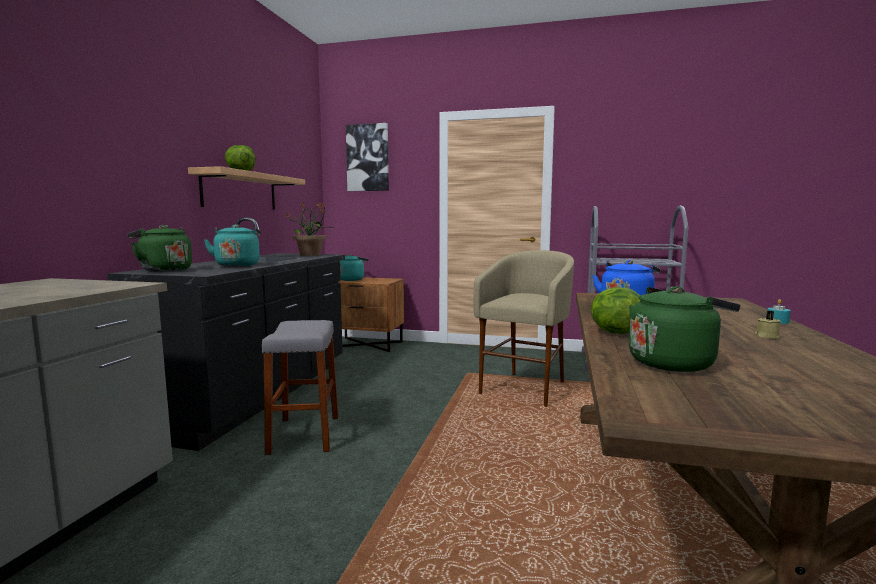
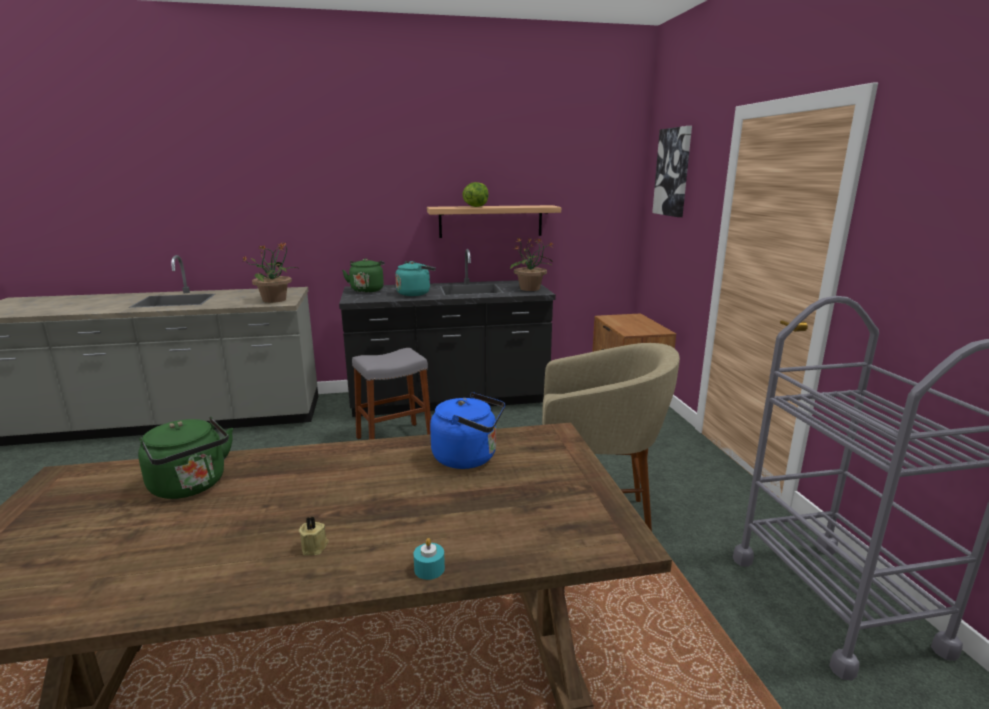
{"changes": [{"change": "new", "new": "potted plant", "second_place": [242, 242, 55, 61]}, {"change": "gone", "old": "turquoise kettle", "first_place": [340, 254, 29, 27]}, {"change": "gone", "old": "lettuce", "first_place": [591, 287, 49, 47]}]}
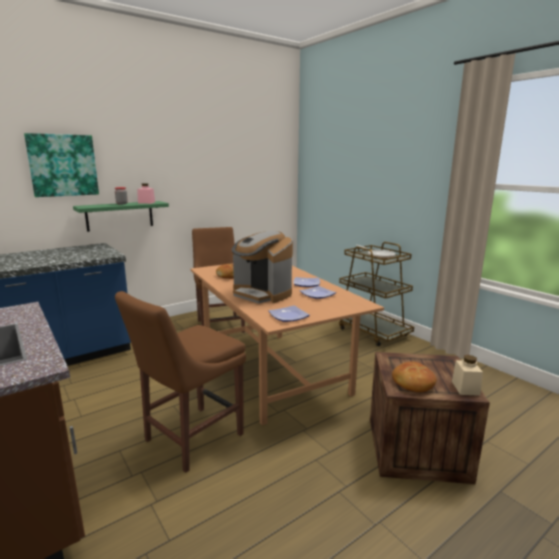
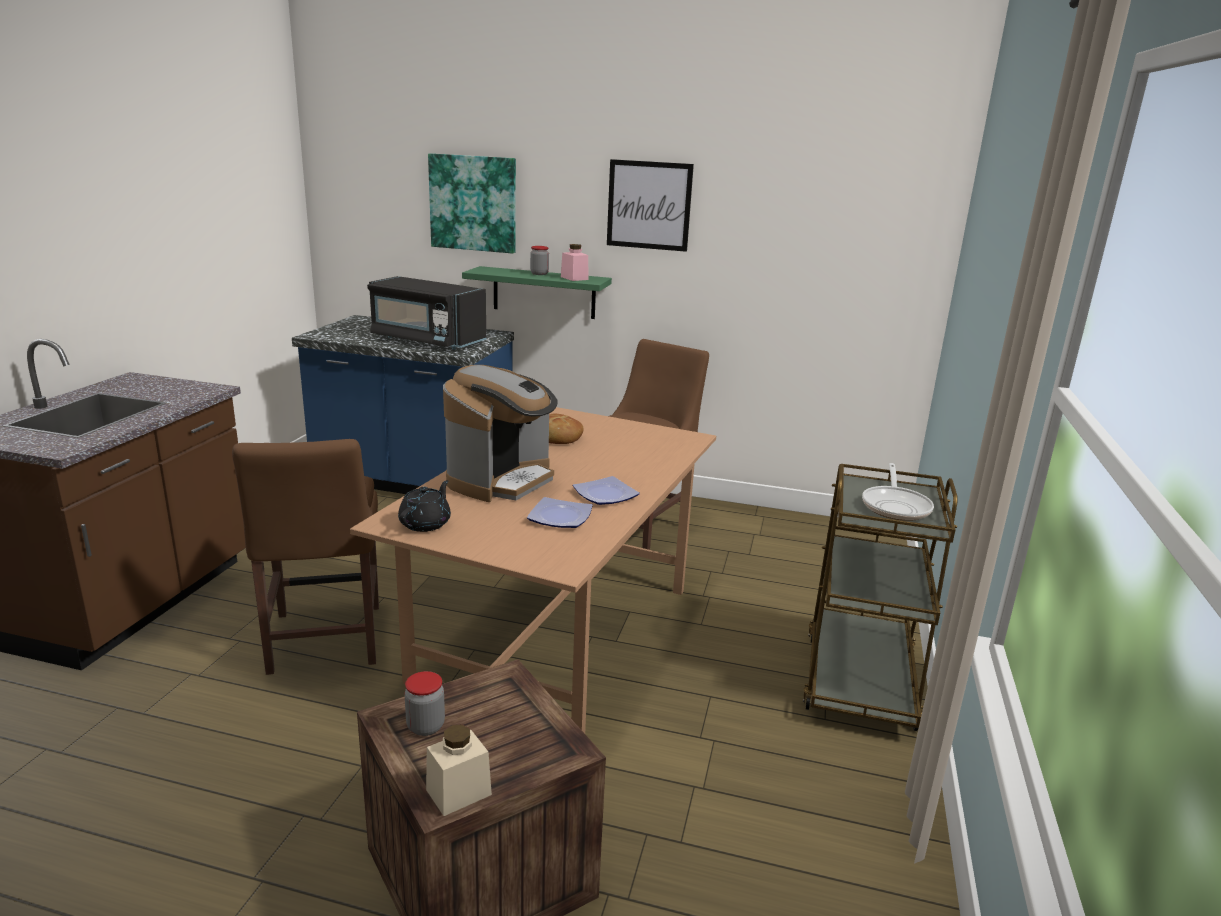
{"changes": [{"change": "rotated", "old": "brown chair", "first_place": [115, 291, 131, 182], "second_place": [232, 439, 147, 236], "degrees": -105}, {"change": "new", "new": "black microwave", "second_place": [367, 276, 119, 74]}, {"change": "swapped", "old": "plate", "new": "black teapot", "first_place": [269, 305, 41, 17], "second_place": [398, 480, 53, 52]}, {"change": "swapped", "old": "bread", "new": "jar", "first_place": [392, 362, 45, 30], "second_place": [405, 671, 40, 65]}, {"change": "rotated", "old": "coffee machine", "first_place": [231, 231, 62, 72], "second_place": [443, 365, 115, 137], "degrees": -150}, {"change": "new", "new": "picture", "second_place": [607, 159, 87, 93]}]}
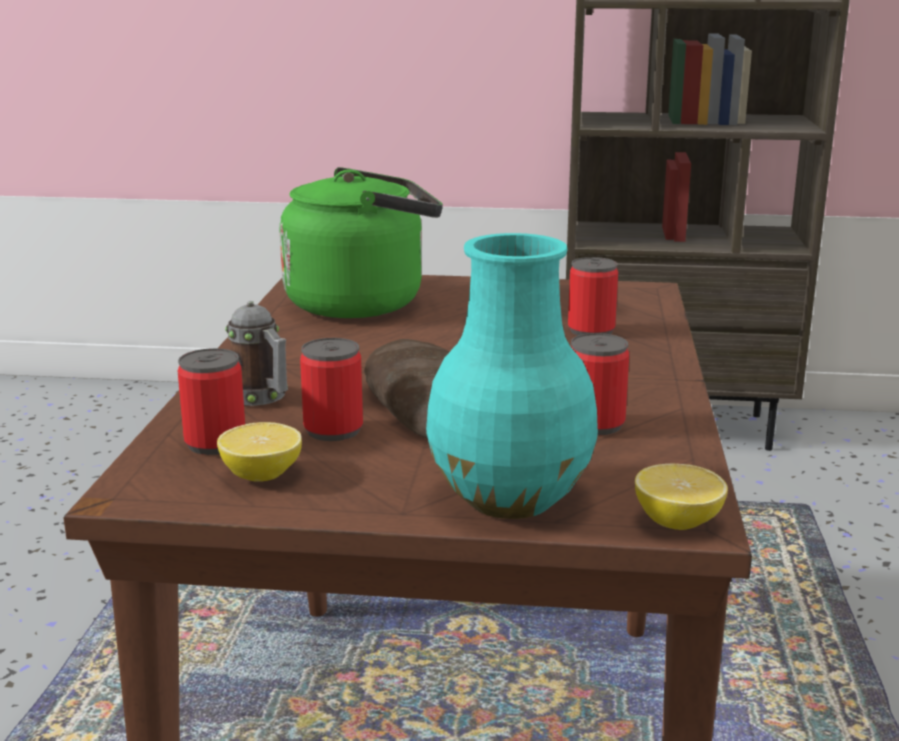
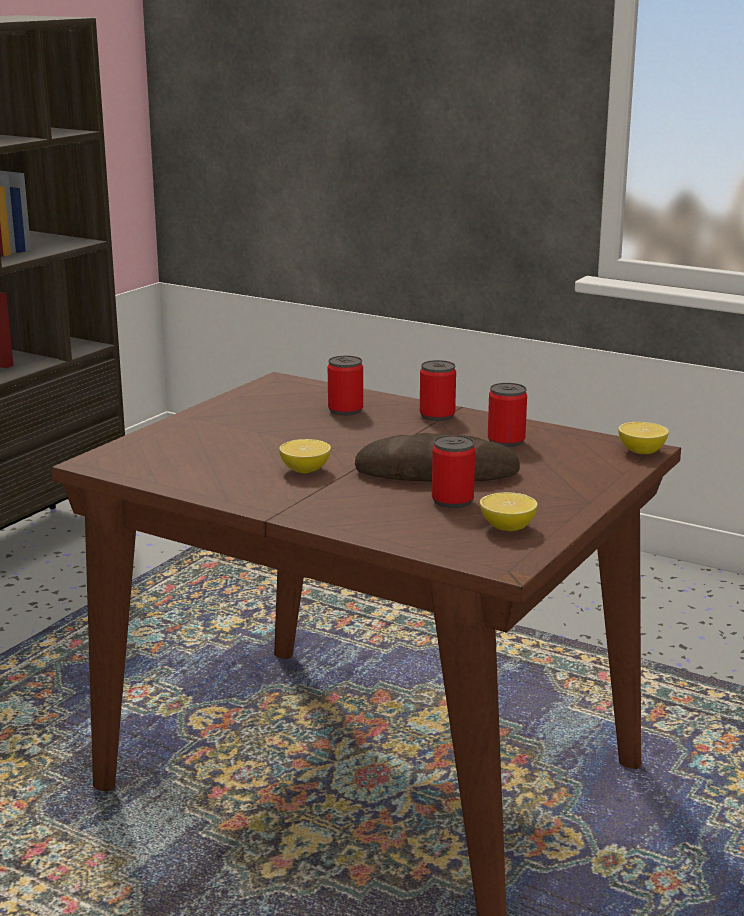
{"changes": [{"change": "new", "new": "lemon", "second_place": [279, 439, 52, 34]}, {"change": "shifted", "old": "can", "first_place": [177, 348, 68, 107], "second_place": [420, 360, 36, 61]}, {"change": "gone", "old": "mug", "first_place": [225, 301, 63, 105]}, {"change": "gone", "old": "green kettle", "first_place": [279, 167, 164, 151]}, {"change": "gone", "old": "turquoise vase", "first_place": [426, 233, 172, 286]}]}
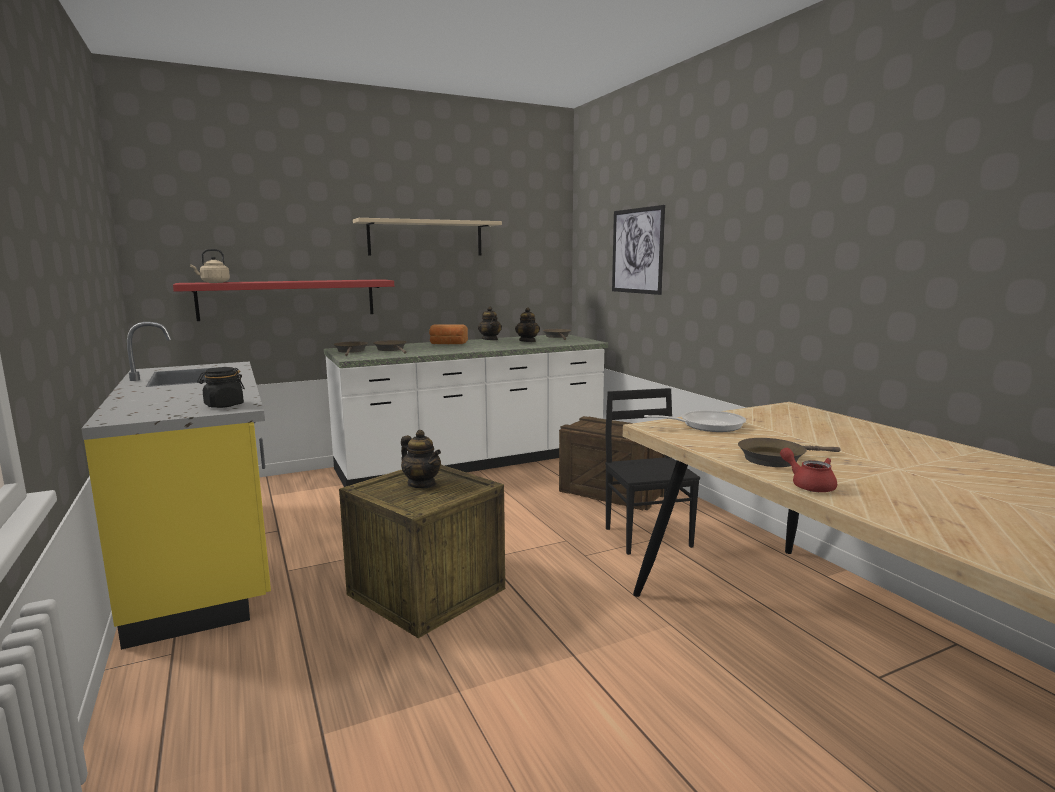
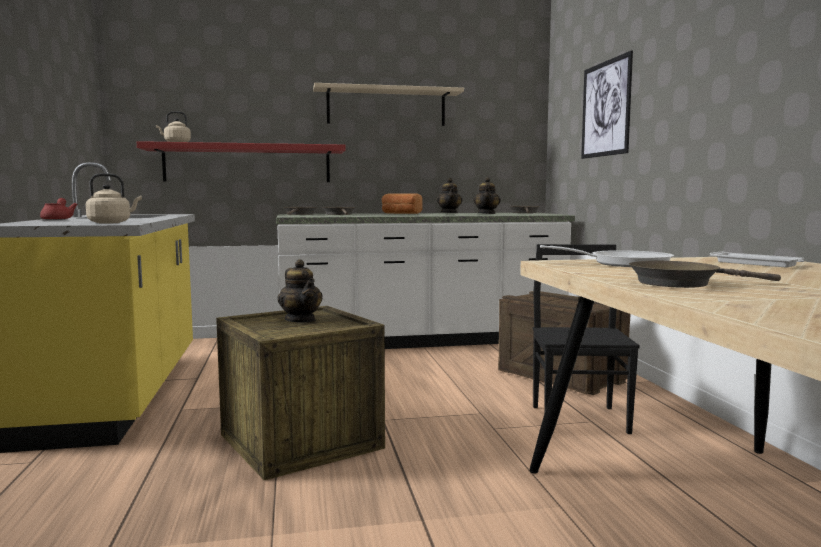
{"changes": [{"change": "shifted", "old": "red teapot", "first_place": [780, 448, 57, 44], "second_place": [40, 198, 38, 22]}, {"change": "swapped", "old": "black jar", "new": "beige kettle", "first_place": [197, 367, 48, 41], "second_place": [86, 173, 56, 51]}, {"change": "new", "new": "white tray", "second_place": [710, 251, 94, 16]}]}
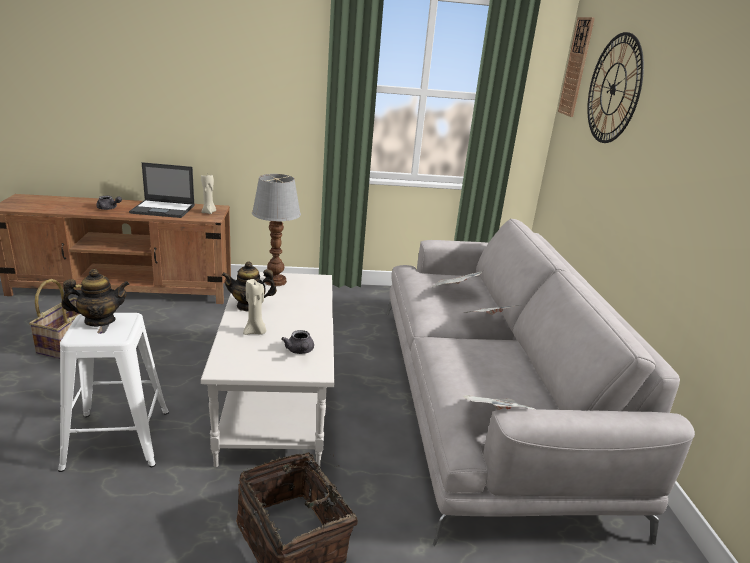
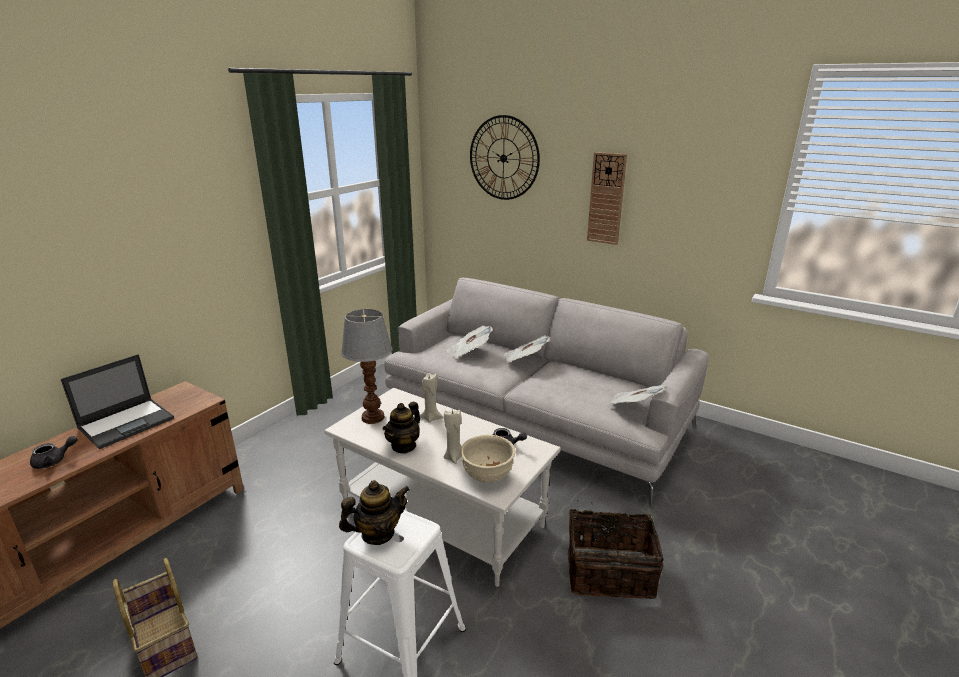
{"changes": [{"change": "rotated", "old": "teapot", "first_place": [61, 269, 69, 58], "second_place": [339, 480, 71, 65], "degrees": 45}, {"change": "shifted", "old": "beige candle", "first_place": [201, 175, 15, 39], "second_place": [419, 373, 24, 50]}, {"change": "new", "new": "beige bowl", "second_place": [461, 435, 54, 48]}, {"change": "shifted", "old": "wall clock", "first_place": [558, 17, 37, 100], "second_place": [587, 152, 40, 93]}]}
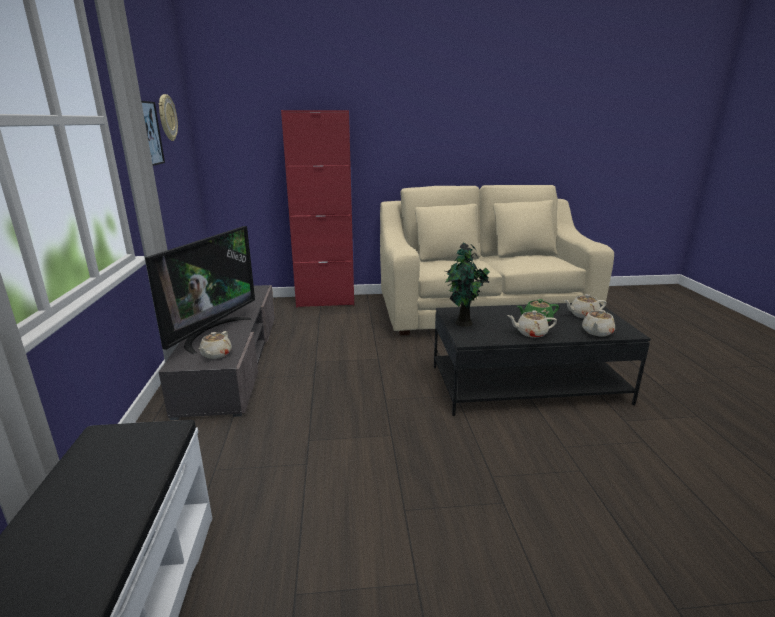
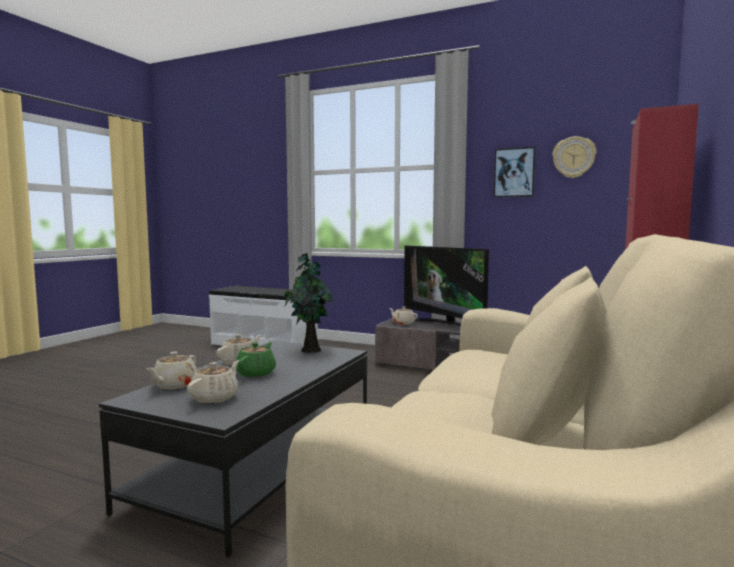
{"changes": [{"change": "rotated", "old": "beige teapot", "first_place": [582, 309, 33, 28], "second_place": [147, 352, 50, 37], "degrees": -135}]}
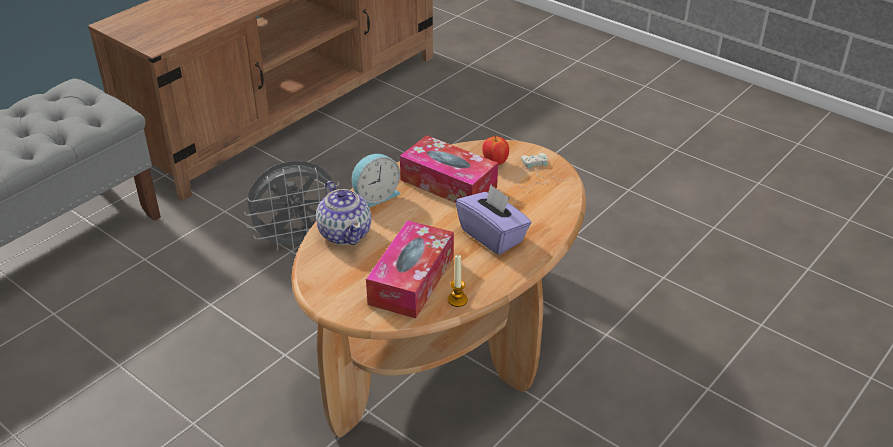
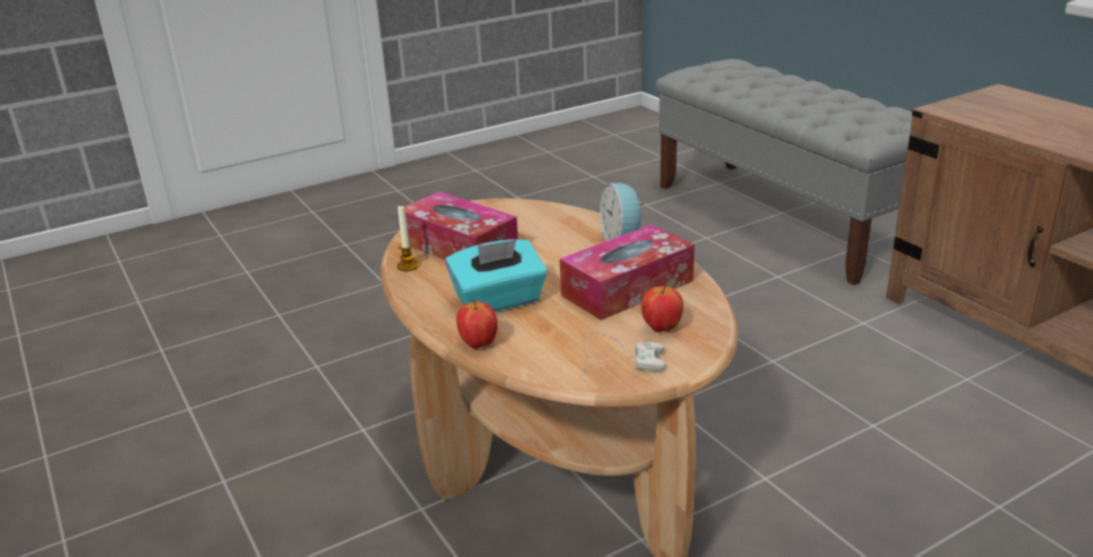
{"changes": [{"change": "repainted", "old": "purple tissue box", "new": "turquoise tissue box", "first_place": [456, 184, 75, 71], "second_place": [445, 239, 102, 73]}, {"change": "new", "new": "apple", "second_place": [456, 299, 42, 50]}, {"change": "gone", "old": "grey fan", "first_place": [244, 161, 95, 91]}, {"change": "gone", "old": "teapot", "first_place": [316, 181, 56, 64]}]}
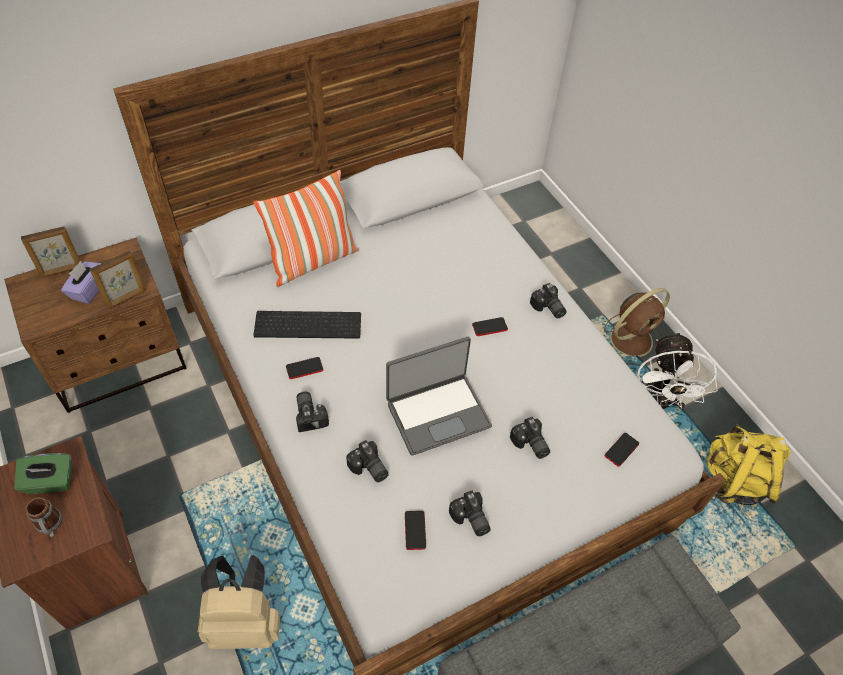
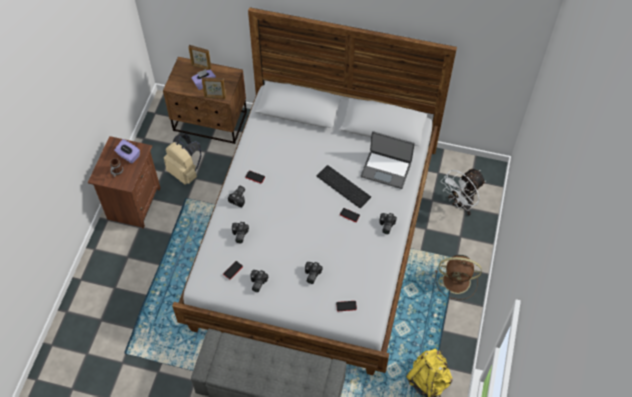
{"changes": [{"change": "repainted", "old": "green tissue box", "new": "purple tissue box", "first_place": [14, 453, 59, 41], "second_place": [114, 139, 26, 24]}, {"change": "shifted", "old": "beige backpack", "first_place": [197, 555, 83, 94], "second_place": [164, 133, 37, 52]}, {"change": "shifted", "old": "keyboard", "first_place": [253, 311, 108, 28], "second_place": [317, 165, 54, 43]}, {"change": "shifted", "old": "laptop", "first_place": [386, 337, 106, 119], "second_place": [361, 131, 54, 58]}, {"change": "shifted", "old": "white fan", "first_place": [637, 331, 81, 78], "second_place": [441, 169, 45, 47]}, {"change": "gone", "old": "pillow", "first_place": [253, 170, 106, 117]}]}
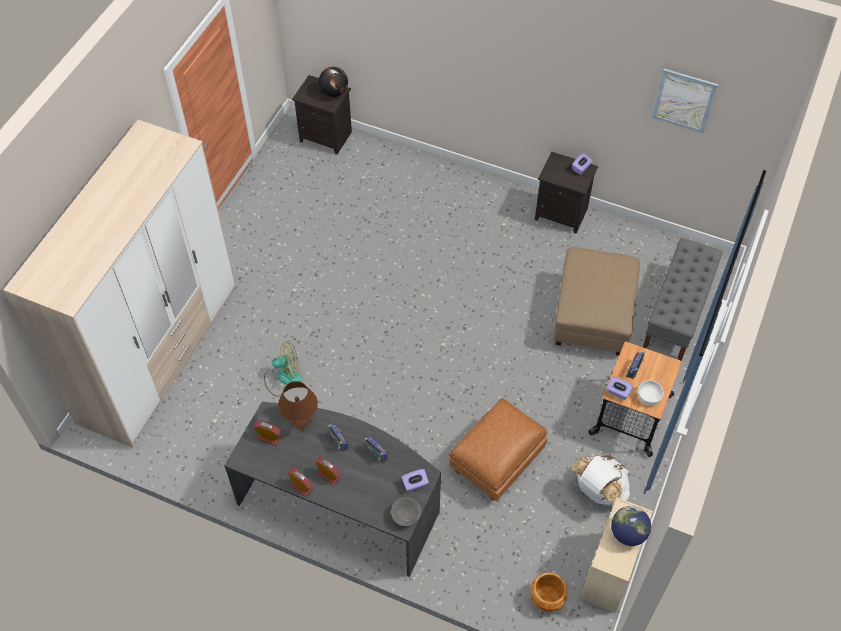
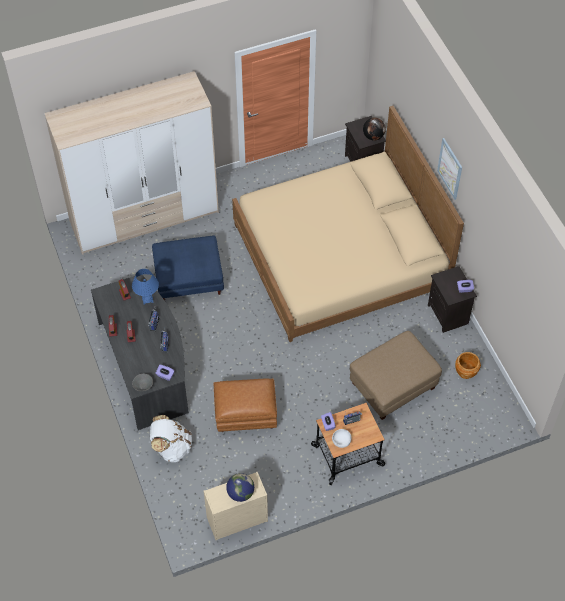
{"changes": [{"change": "repainted", "old": "brown table lamp", "new": "blue table lamp", "first_place": [278, 381, 40, 50], "second_place": [132, 269, 27, 35]}, {"change": "shifted", "old": "white backpack", "first_place": [572, 455, 58, 51], "second_place": [150, 415, 42, 47]}, {"change": "swapped", "old": "fan", "new": "blue ottoman", "first_place": [264, 342, 38, 55], "second_place": [152, 235, 72, 66]}, {"change": "new", "new": "beige bed", "second_place": [232, 106, 232, 236]}, {"change": "shifted", "old": "picture", "first_place": [652, 69, 66, 64], "second_place": [437, 138, 25, 62]}, {"change": "shifted", "old": "brown planter", "first_place": [530, 572, 38, 40], "second_place": [455, 352, 26, 27]}, {"change": "gone", "old": "grey bench", "first_place": [643, 238, 80, 123]}]}
